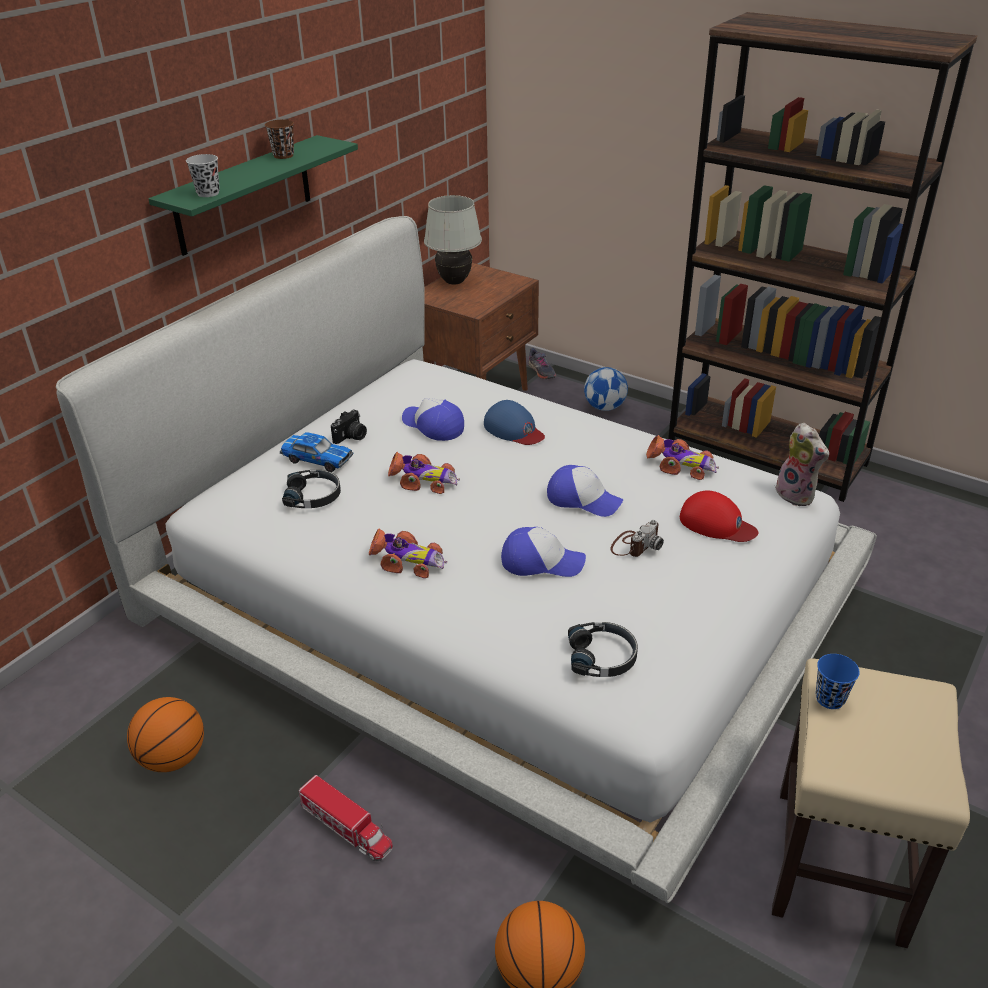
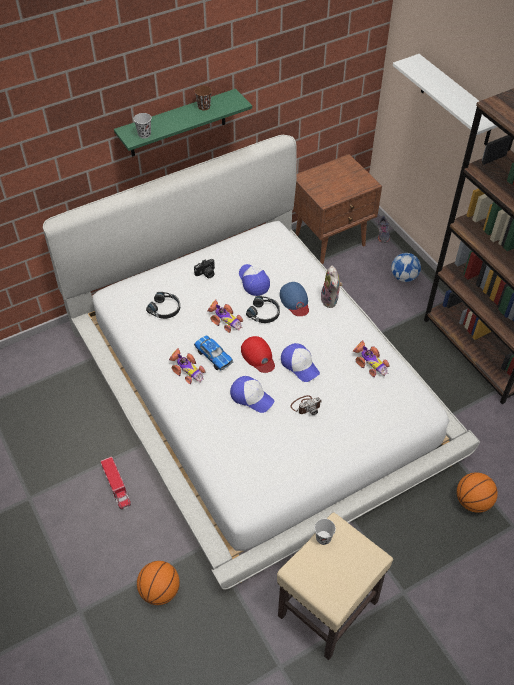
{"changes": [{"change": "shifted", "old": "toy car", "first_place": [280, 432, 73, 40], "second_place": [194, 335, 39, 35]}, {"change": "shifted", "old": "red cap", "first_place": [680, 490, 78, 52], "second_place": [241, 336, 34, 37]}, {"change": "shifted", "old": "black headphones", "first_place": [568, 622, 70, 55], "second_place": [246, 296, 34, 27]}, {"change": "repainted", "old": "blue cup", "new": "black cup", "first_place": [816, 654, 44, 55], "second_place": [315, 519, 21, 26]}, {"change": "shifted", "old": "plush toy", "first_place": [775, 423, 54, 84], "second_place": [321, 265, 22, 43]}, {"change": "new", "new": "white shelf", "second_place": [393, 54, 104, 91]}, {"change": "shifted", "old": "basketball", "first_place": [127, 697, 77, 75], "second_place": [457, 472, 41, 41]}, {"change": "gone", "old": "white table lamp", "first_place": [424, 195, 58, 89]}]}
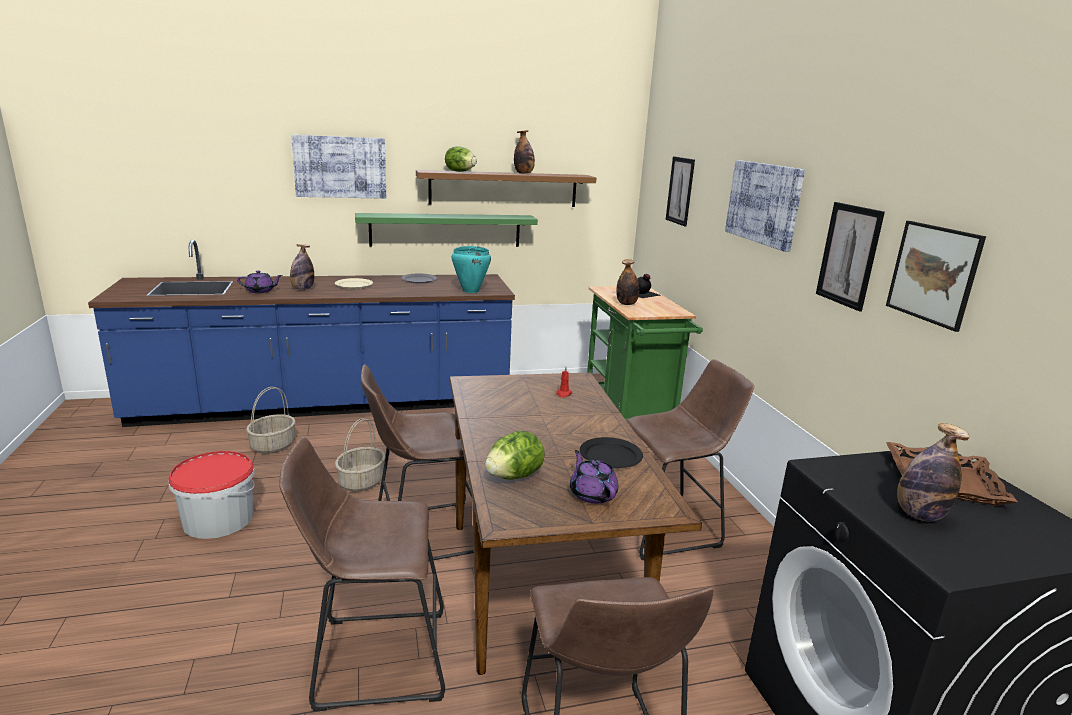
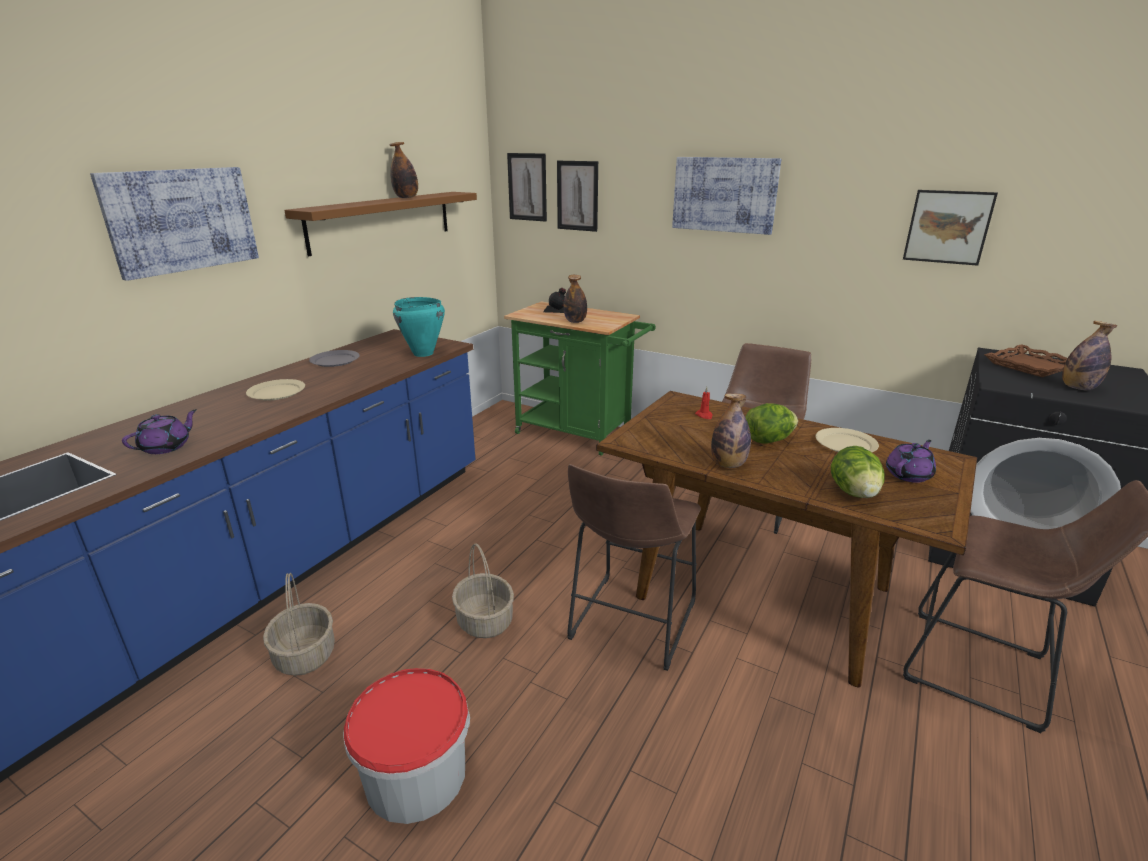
{"changes": [{"change": "shifted", "old": "picture", "first_place": [816, 202, 69, 110], "second_place": [507, 153, 40, 69]}, {"change": "shifted", "old": "bottle", "first_place": [290, 244, 24, 46], "second_place": [711, 393, 40, 75]}, {"change": "shifted", "old": "lettuce", "first_place": [445, 146, 32, 26], "second_place": [745, 403, 53, 41]}, {"change": "repainted", "old": "black plate", "new": "beige plate", "first_place": [580, 437, 63, 31], "second_place": [815, 428, 64, 24]}, {"change": "rotated", "old": "purple teapot", "first_place": [570, 450, 48, 54], "second_place": [886, 440, 50, 43], "degrees": 120}, {"change": "gone", "old": "brown stool", "first_place": [279, 437, 166, 275]}, {"change": "gone", "old": "green shelf", "first_place": [355, 213, 183, 34]}]}
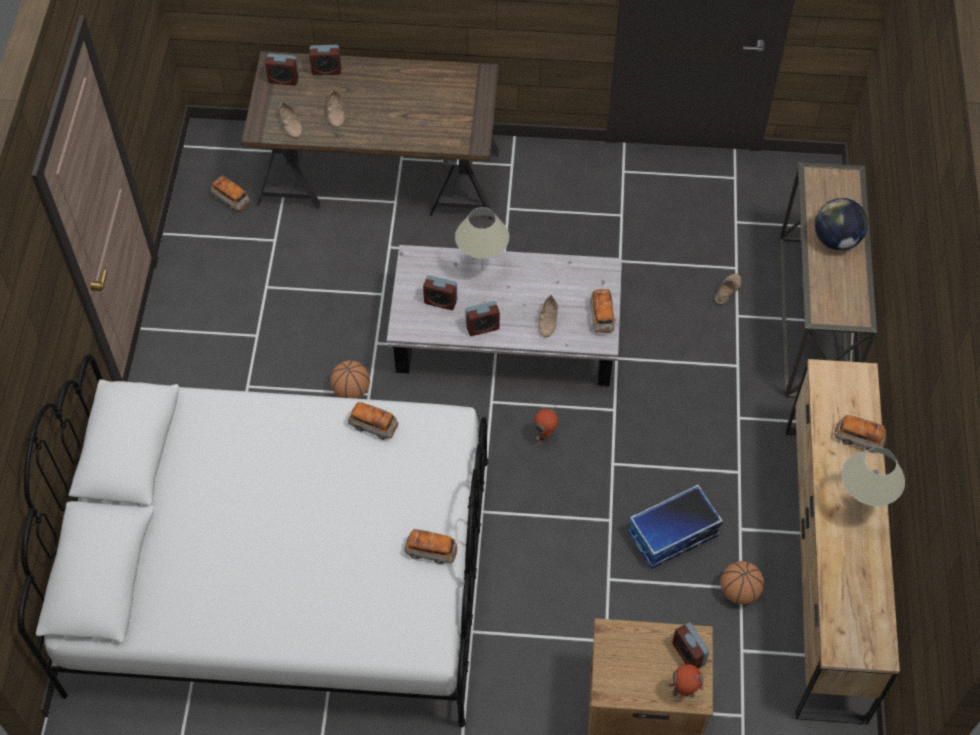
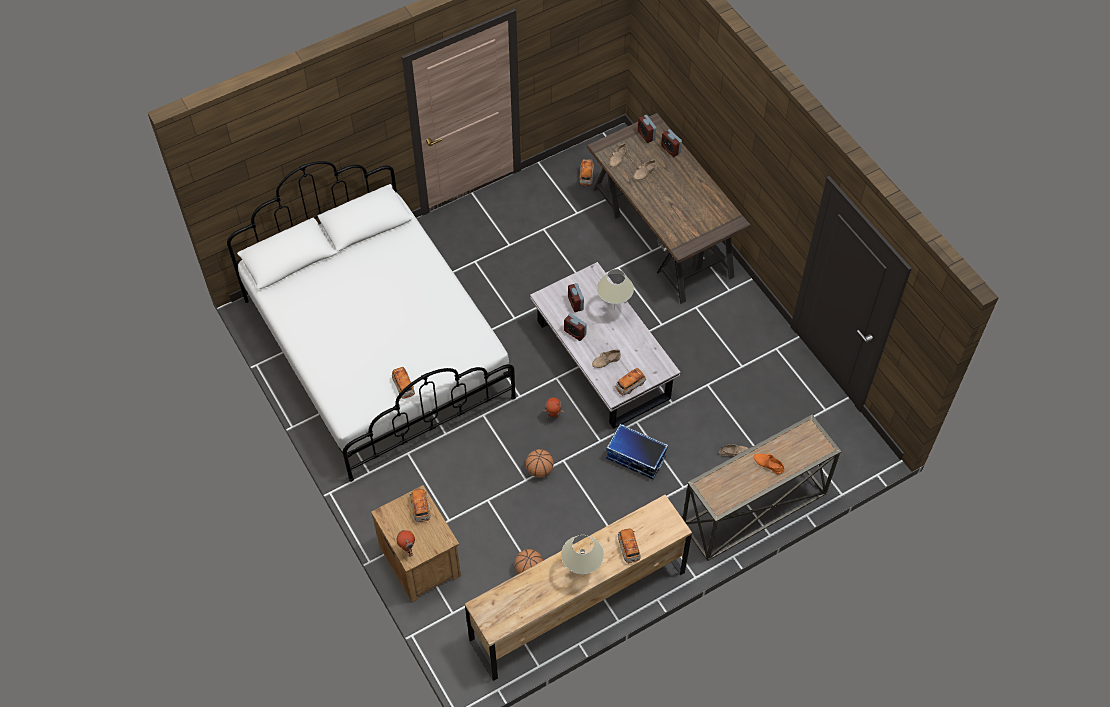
{"changes": [{"change": "shifted", "old": "toy car", "first_place": [348, 402, 50, 38], "second_place": [410, 489, 21, 34]}, {"change": "shifted", "old": "basketball", "first_place": [330, 360, 40, 39], "second_place": [526, 449, 28, 29]}, {"change": "shifted", "old": "storage box", "first_place": [628, 484, 95, 85], "second_place": [606, 424, 62, 55]}, {"change": "swapped", "old": "globe", "new": "orange shoe", "first_place": [814, 198, 54, 52], "second_place": [754, 454, 31, 20]}, {"change": "gone", "old": "alarm clock", "first_place": [672, 622, 37, 47]}]}
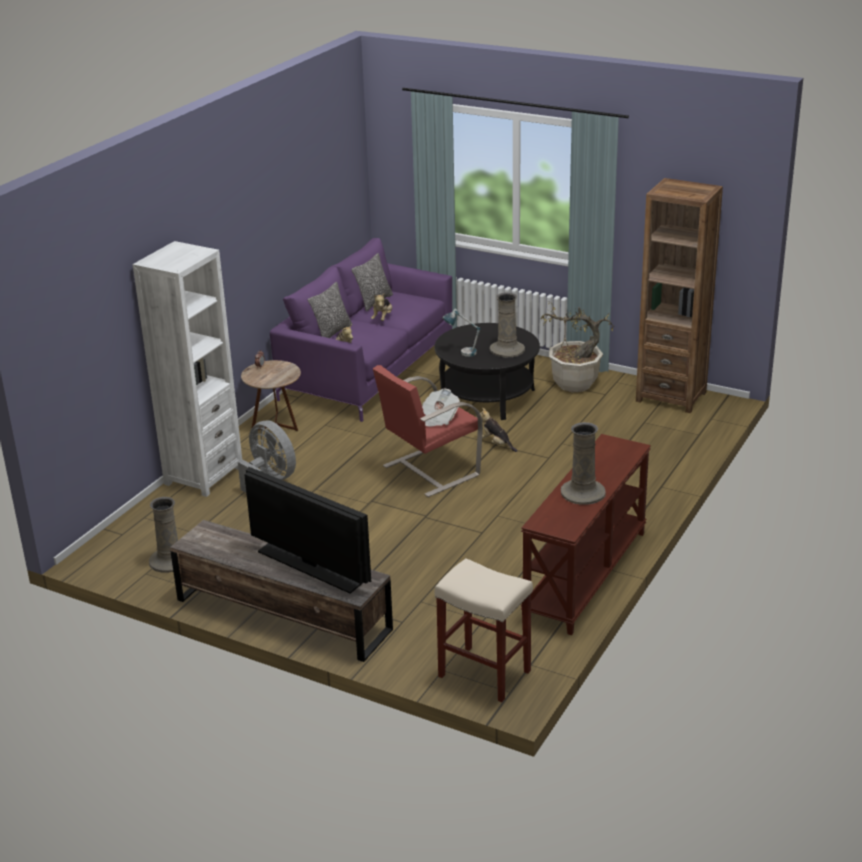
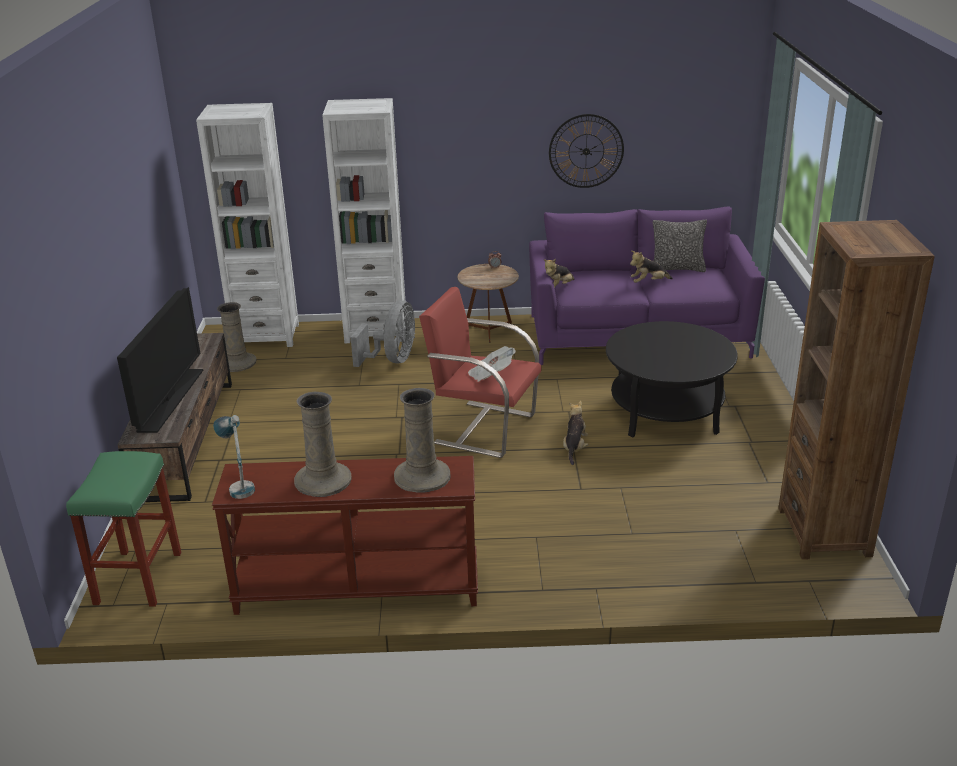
{"changes": [{"change": "repainted", "old": "beige stool", "new": "green stool", "first_place": [435, 558, 98, 144], "second_place": [66, 451, 115, 156]}, {"change": "new", "new": "white bookcase", "second_place": [196, 103, 103, 244]}, {"change": "shifted", "old": "table lamp", "first_place": [442, 308, 38, 49], "second_place": [213, 415, 42, 84]}, {"change": "shifted", "old": "beige vase", "first_place": [490, 292, 35, 65], "second_place": [394, 388, 57, 105]}, {"change": "new", "new": "wall clock", "second_place": [549, 114, 75, 74]}, {"change": "gone", "old": "pillow", "first_place": [308, 282, 44, 56]}, {"change": "gone", "old": "potted plant", "first_place": [540, 302, 74, 91]}]}
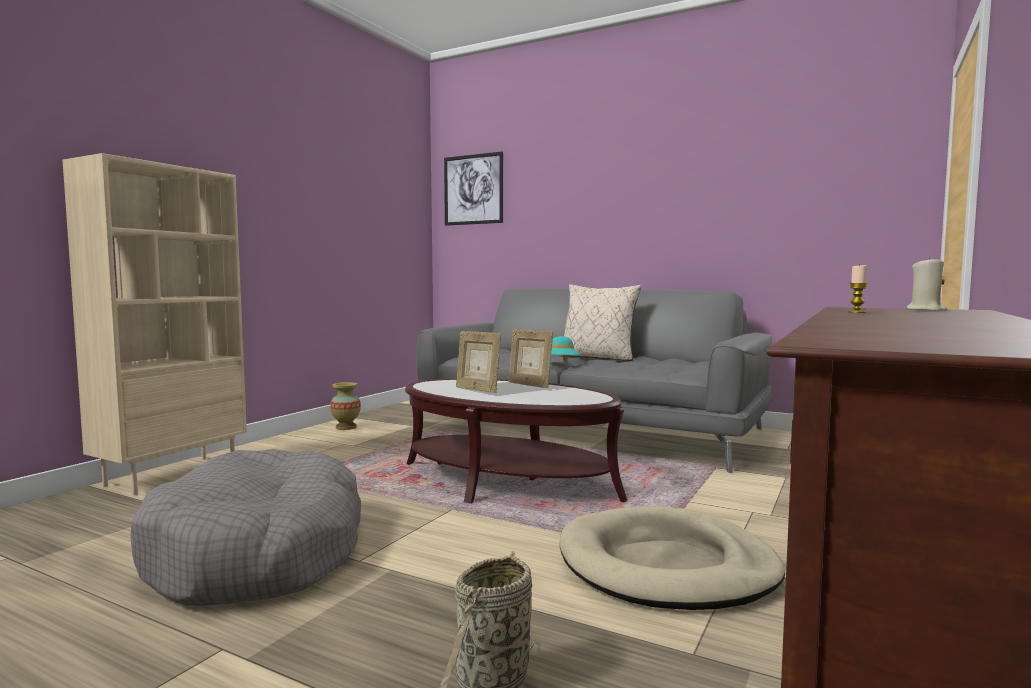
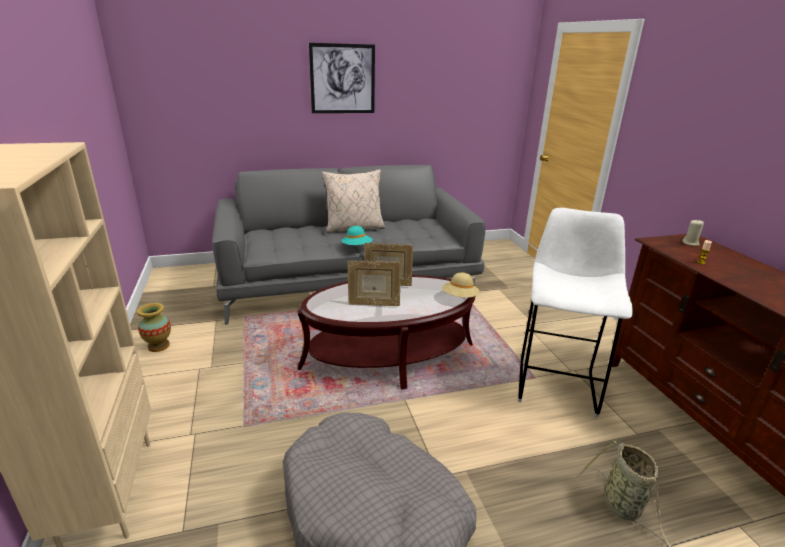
{"changes": [{"change": "shifted", "old": "picture", "first_place": [444, 152, 59, 74], "second_place": [309, 43, 66, 70]}, {"change": "new", "new": "beige hat", "second_place": [442, 272, 38, 26]}, {"change": "swapped", "old": "beige dog bed", "new": "white stool", "first_place": [560, 506, 225, 104], "second_place": [518, 208, 115, 210]}]}
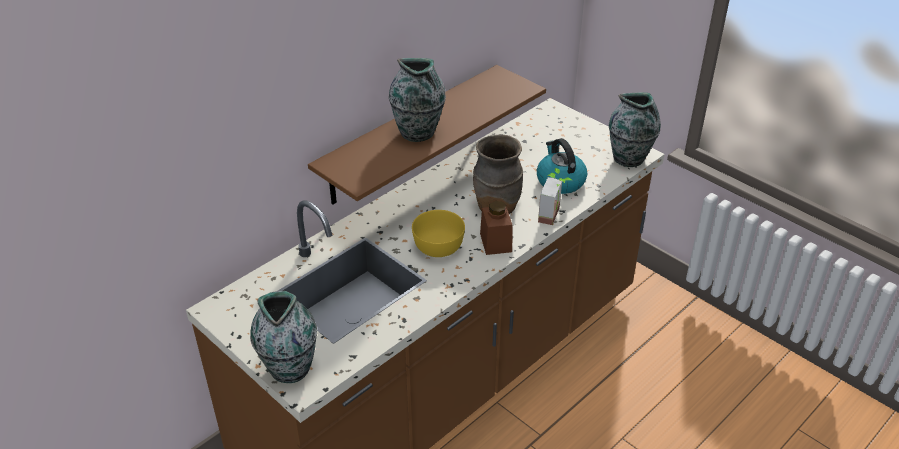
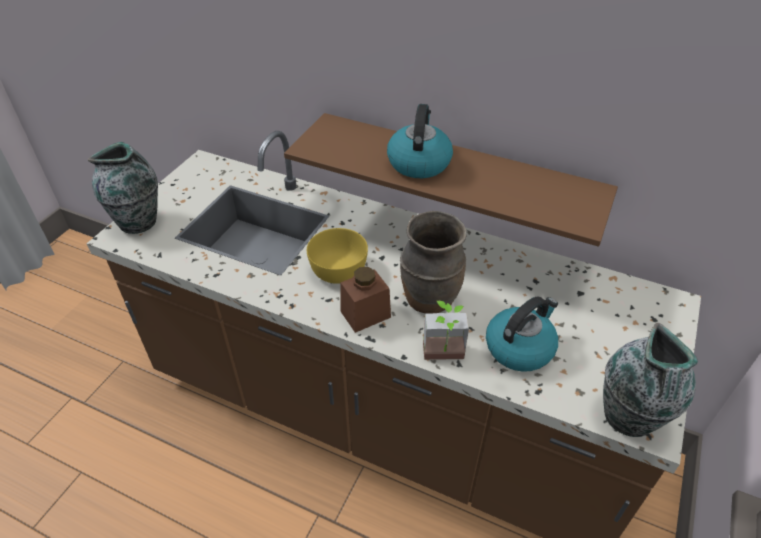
{"changes": [{"change": "swapped", "old": "vase", "new": "kettle", "first_place": [389, 58, 57, 84], "second_place": [387, 104, 66, 74]}]}
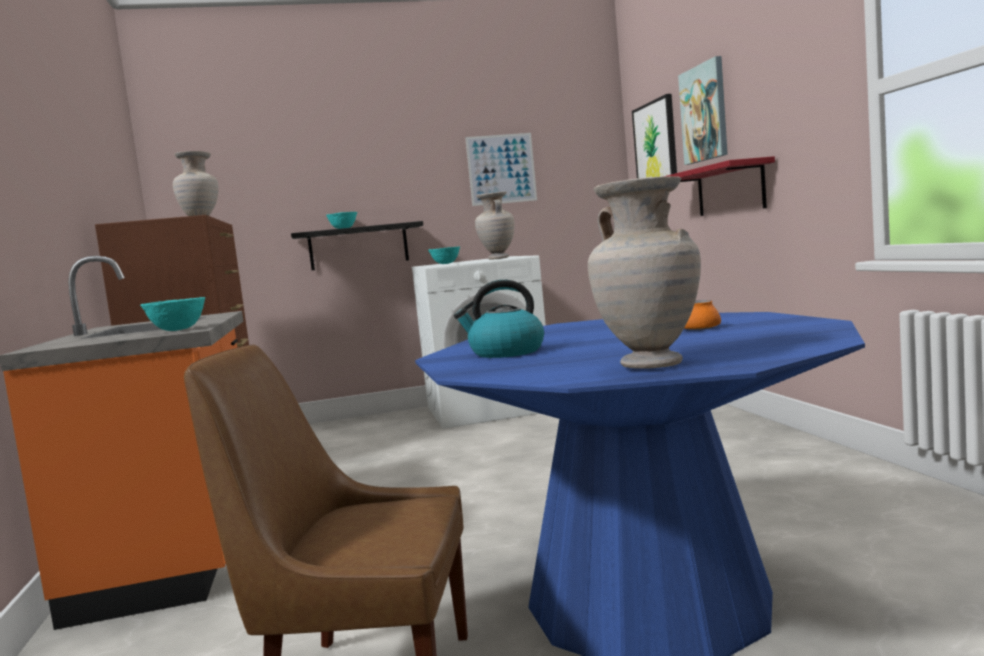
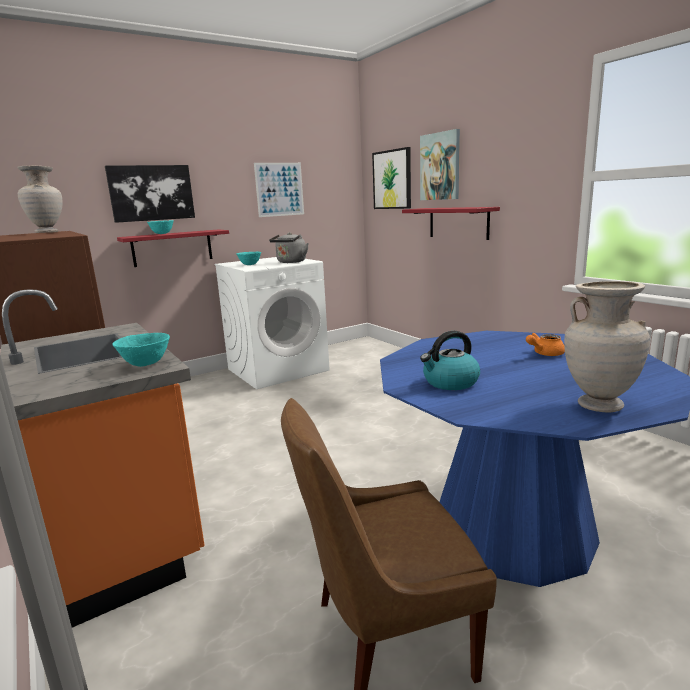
{"changes": [{"change": "new", "new": "picture", "second_place": [105, 165, 90, 58]}, {"change": "repainted", "old": "black shelf", "new": "red shelf", "first_place": [291, 221, 132, 49], "second_place": [117, 229, 112, 38]}, {"change": "swapped", "old": "beige vase", "new": "grey kettle", "first_place": [475, 192, 39, 67], "second_place": [269, 232, 40, 31]}]}
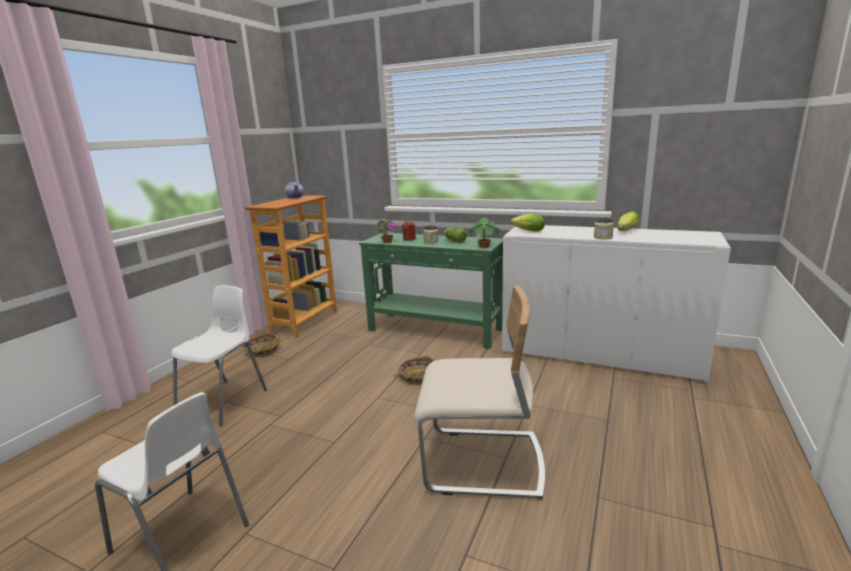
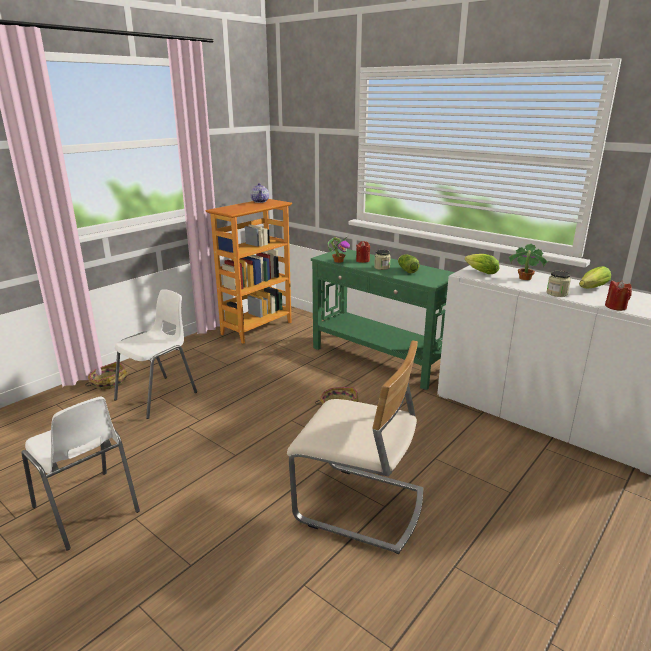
{"changes": [{"change": "shifted", "old": "basket", "first_place": [244, 332, 37, 25], "second_place": [85, 362, 43, 27]}, {"change": "shifted", "old": "potted plant", "first_place": [468, 217, 33, 31], "second_place": [508, 244, 40, 36]}, {"change": "new", "new": "red candle", "second_place": [605, 280, 27, 31]}]}
